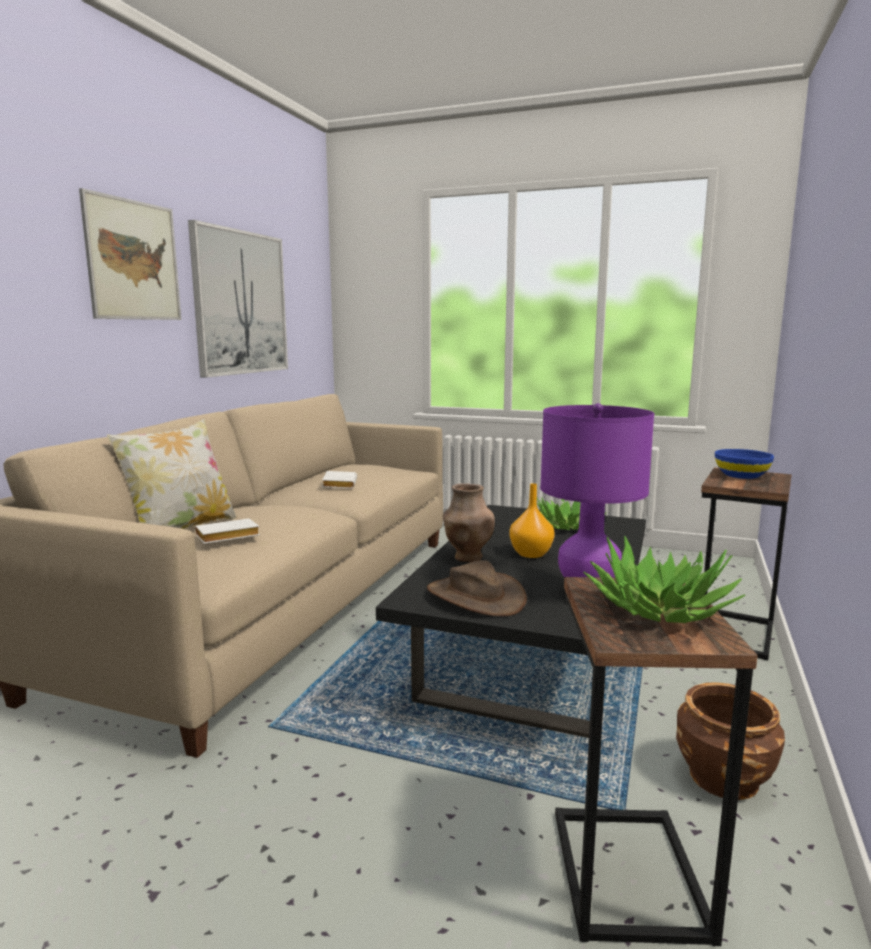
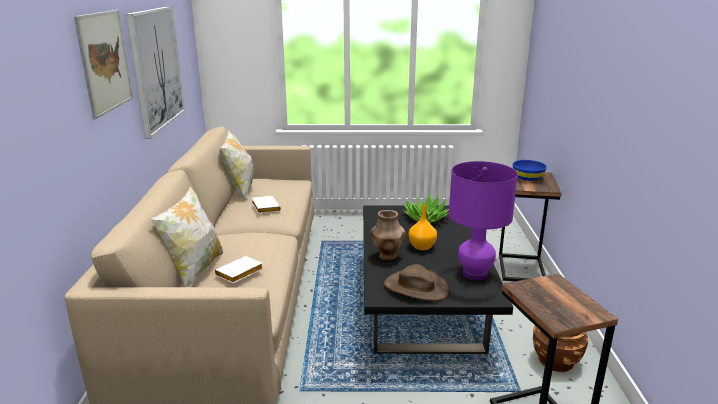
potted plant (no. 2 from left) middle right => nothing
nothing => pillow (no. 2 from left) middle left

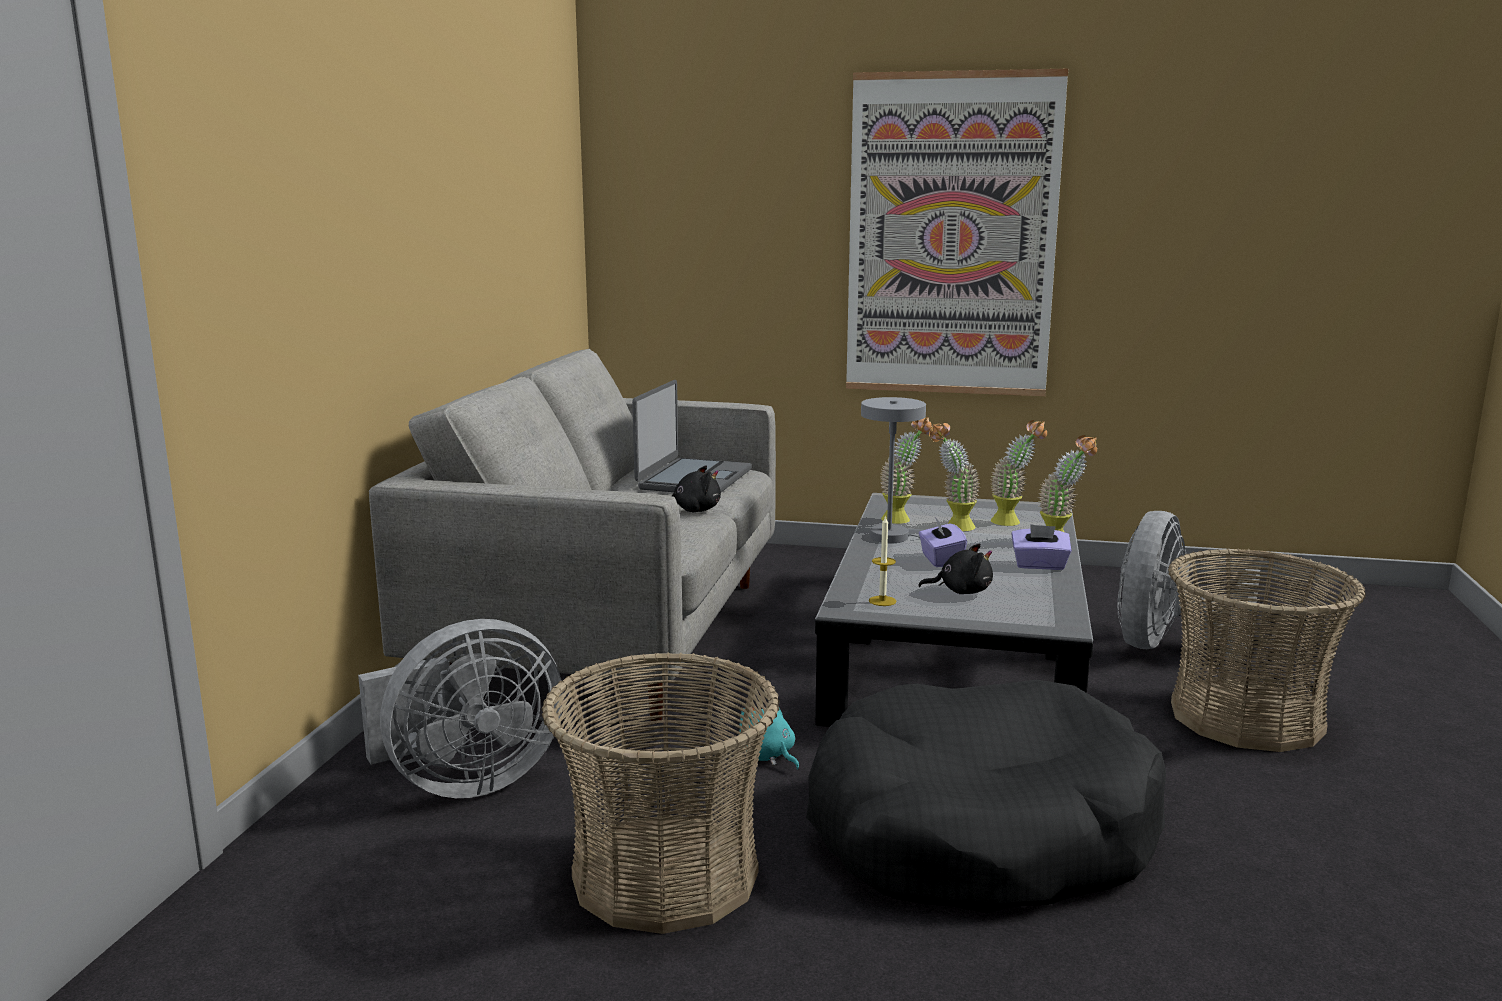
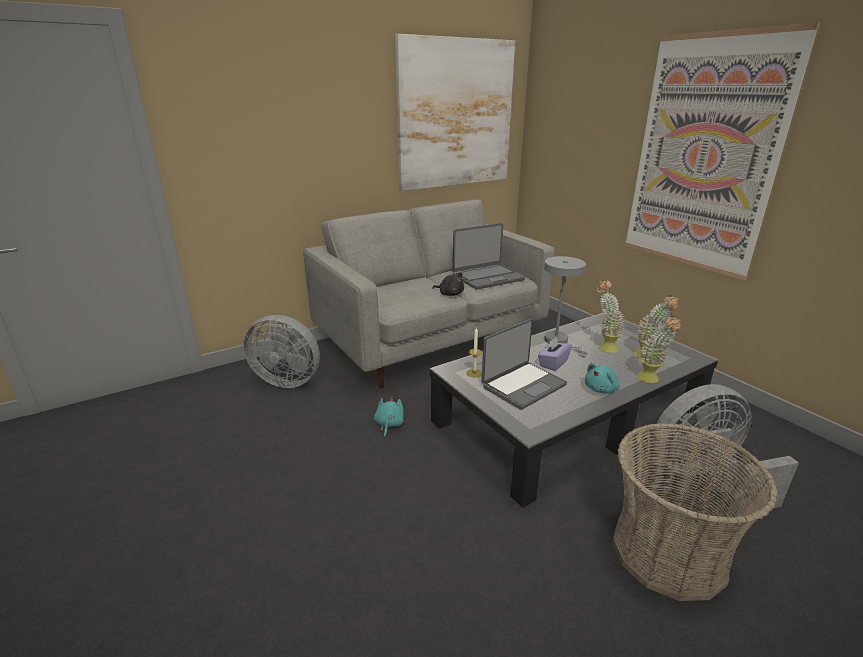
basket (no. 1 from left) bottom centre => nothing
dog bed in black bottom centre => nothing
potted plant (no. 1 from left) centre => nothing
plush toy in black (no. 2 from left) centre => laptop (no. 2 from left) centre
tissue box in purple (no. 2 from left) middle right => plush toy in turquoise (no. 2 from left) middle right
nothing => picture (no. 1 from left) top centre

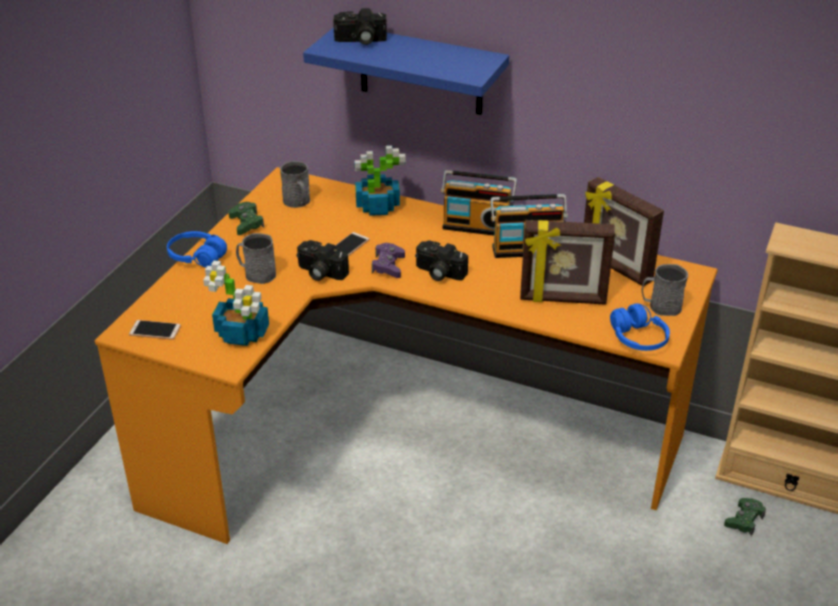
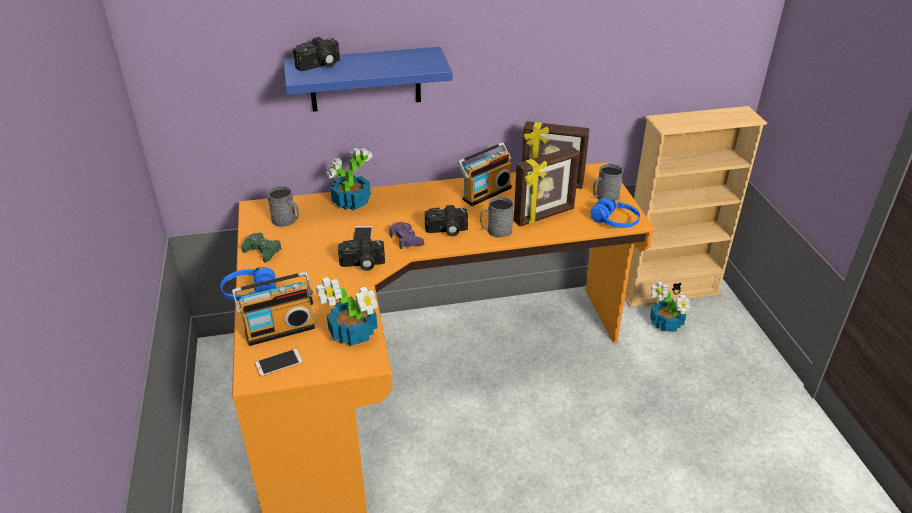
mug in grey (no. 1 from left in the first image) middle left => mug in grey (no. 2 from left) centre, relocated
radio (no. 1 from left) centre => radio (no. 1 from left) middle left, relocated
game controller in green (no. 2 from left) bottom right => potted plant (no. 3 from left) middle right

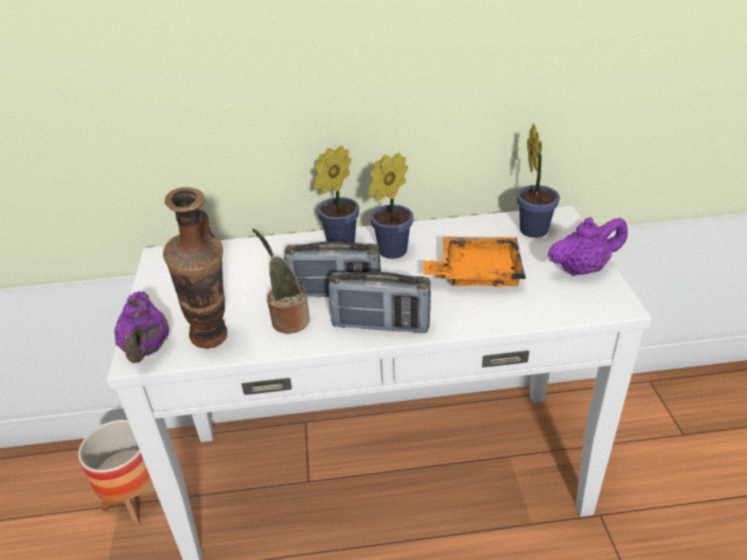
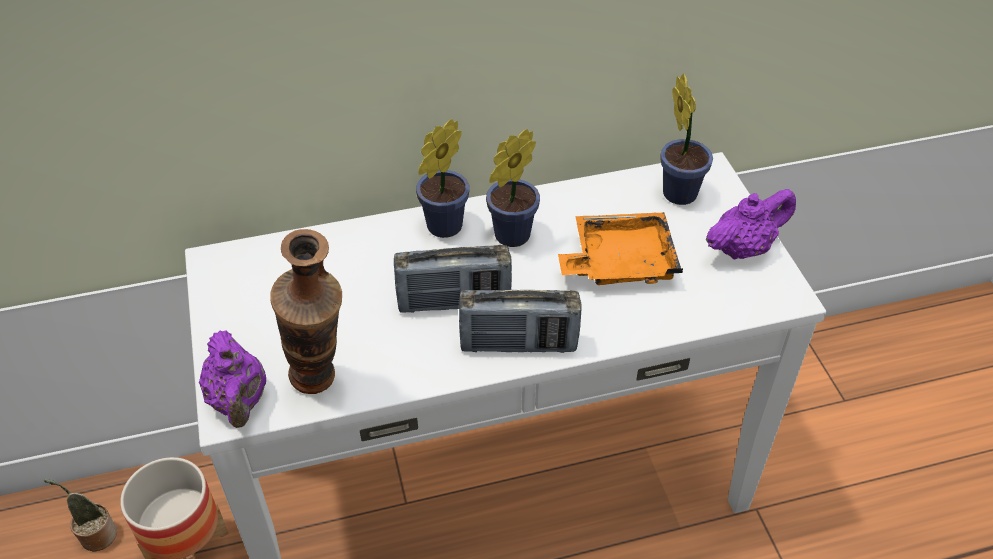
potted plant (no. 1 from left) centre => potted plant (no. 1 from left) bottom left, relocated

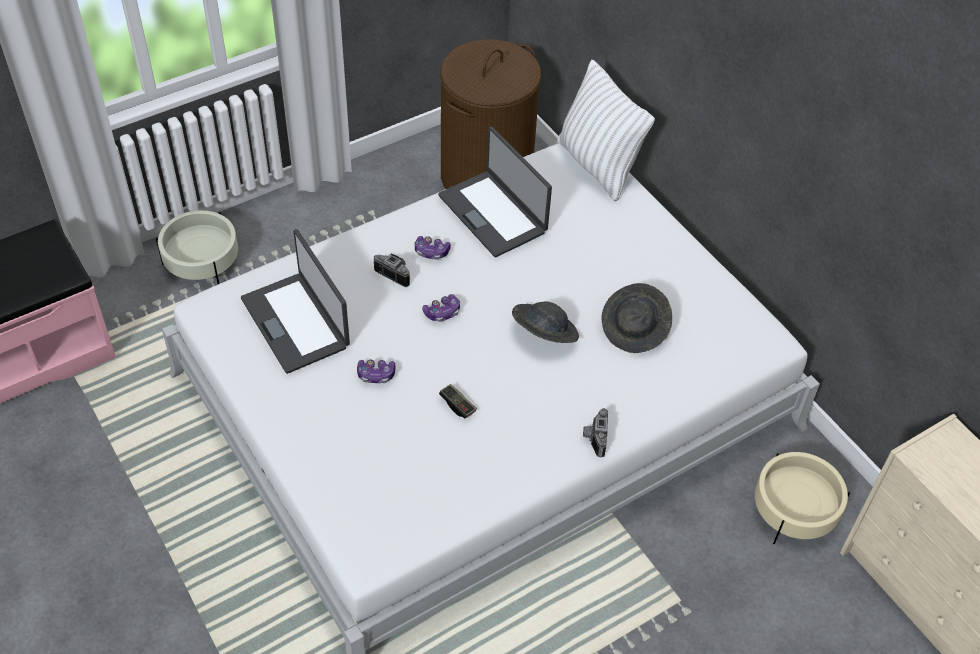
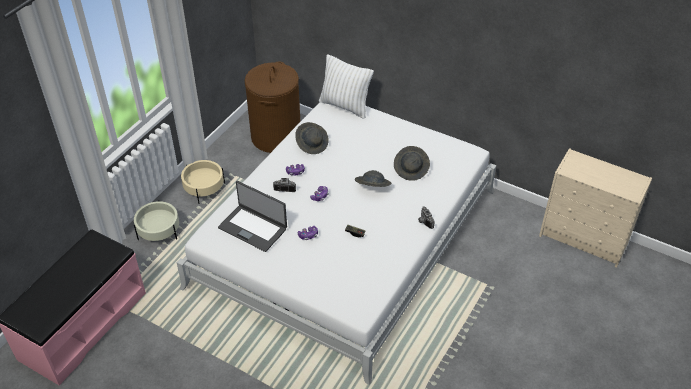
laptop (no. 2 from left) top centre => hat in grey (no. 1 from left) centre
planter in beige (no. 2 from left) bottom right => planter in beige (no. 2 from left) middle left, relocated

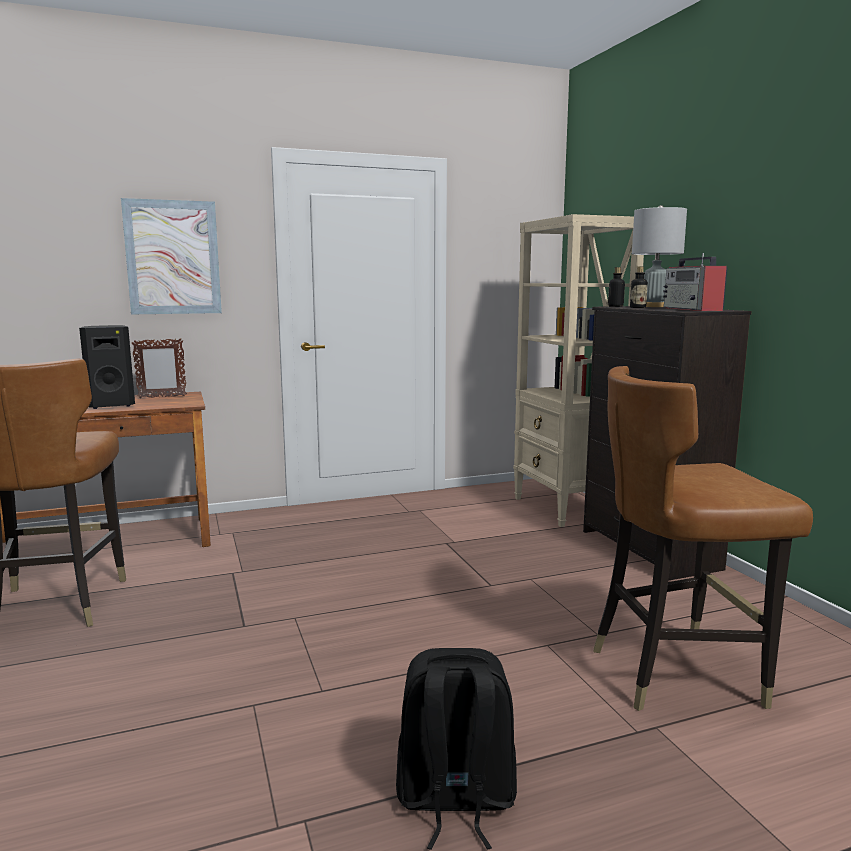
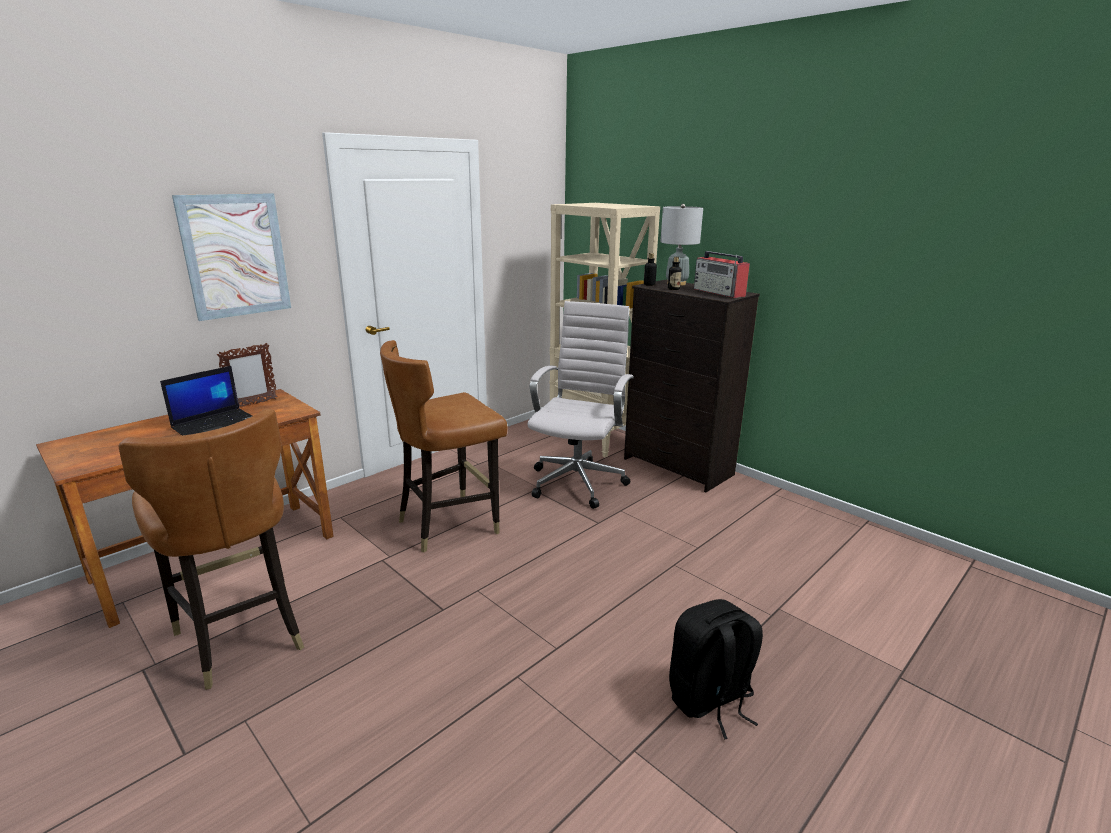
speaker in black middle left => laptop middle left
chair in brown (no. 2 from left) middle right => chair in brown (no. 2 from left) centre, relocated
nothing => office chair in white centre

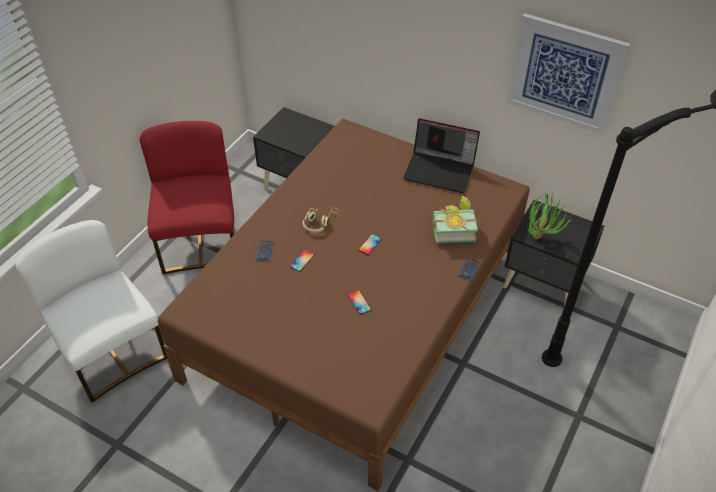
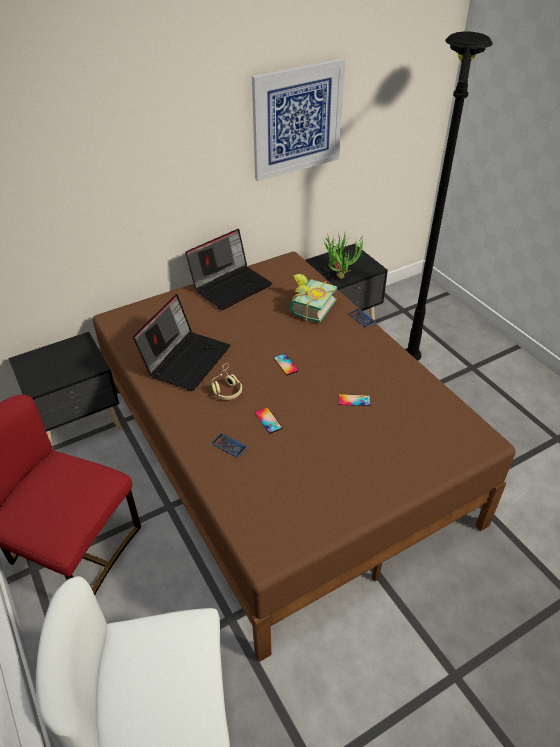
nothing => laptop (no. 1 from left) middle left

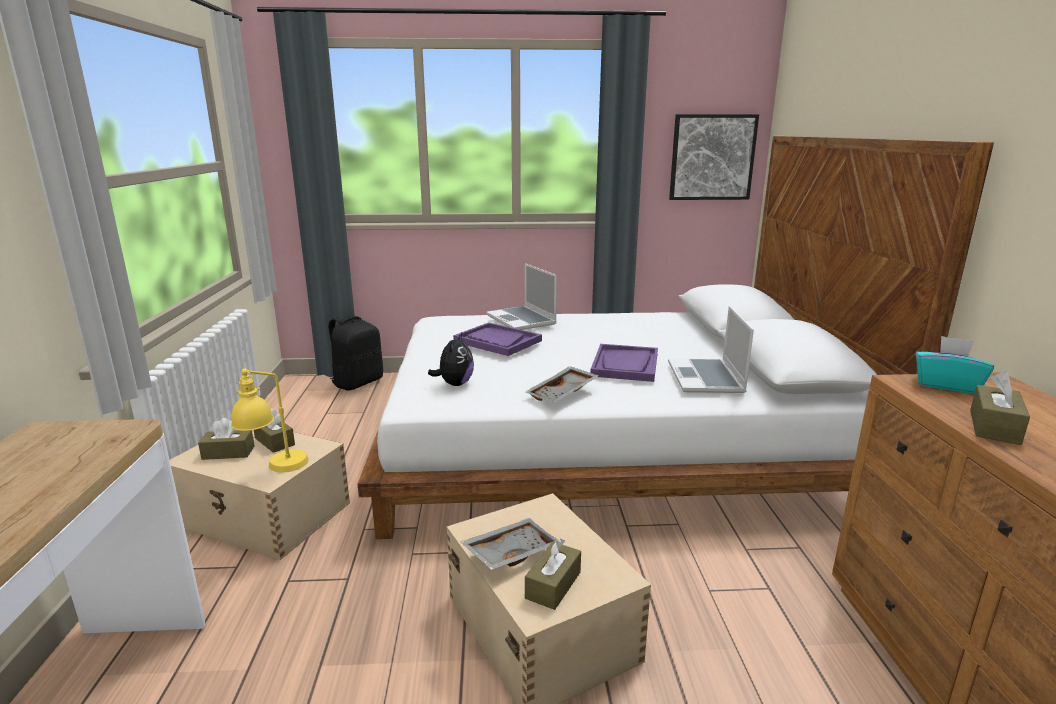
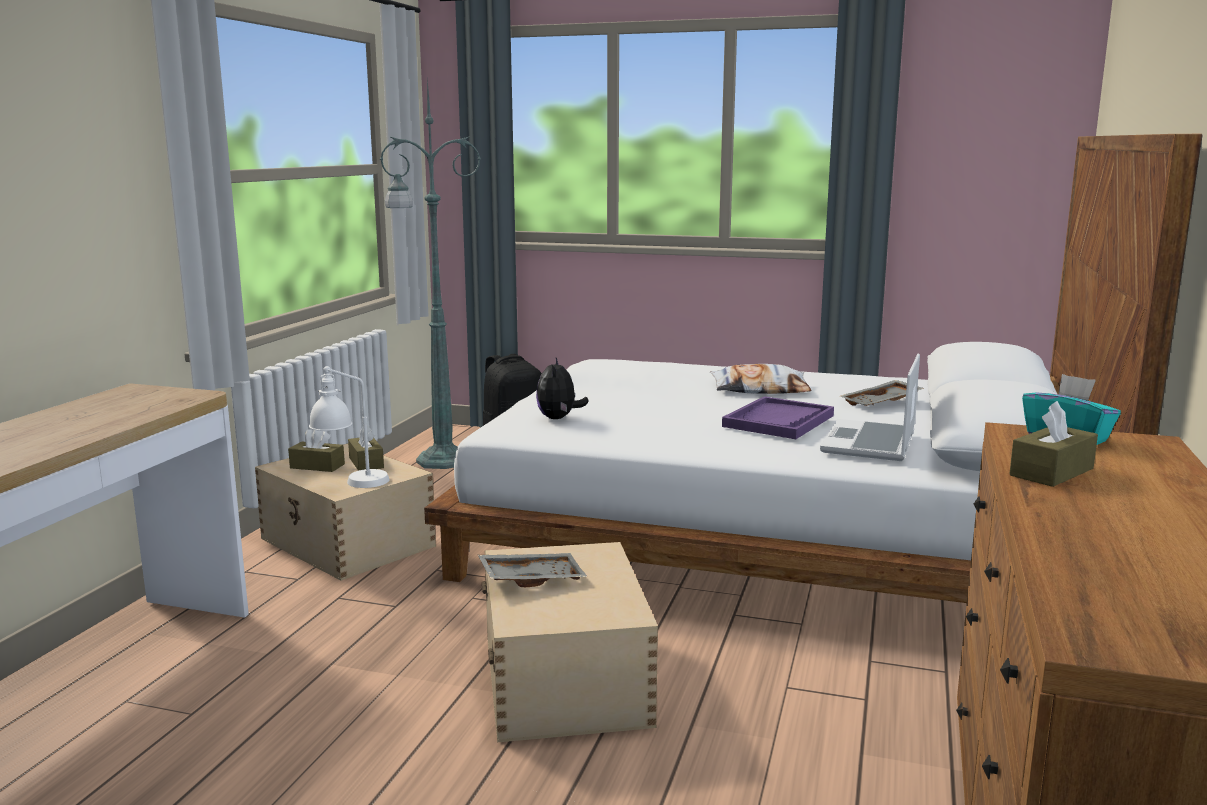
table lamp in yellow middle left => table lamp in white middle left
plush toy centre, 150 degrees clockwise
tray in purple (no. 1 from left) centre => nothing
laptop (no. 1 from left) centre => nothing
tray in grey (no. 2 from left) centre => tray in grey (no. 2 from left) middle right, relocated
tissue box in brown (no. 3 from left) bottom centre => nothing
picture top right => nothing
nothing => floor lamp in green centre
nothing => pillow centre

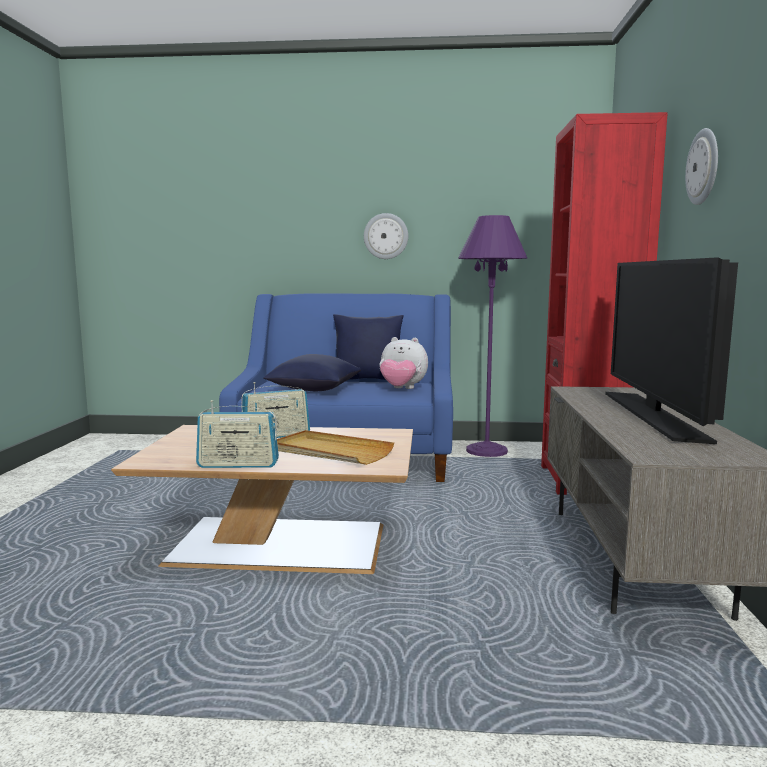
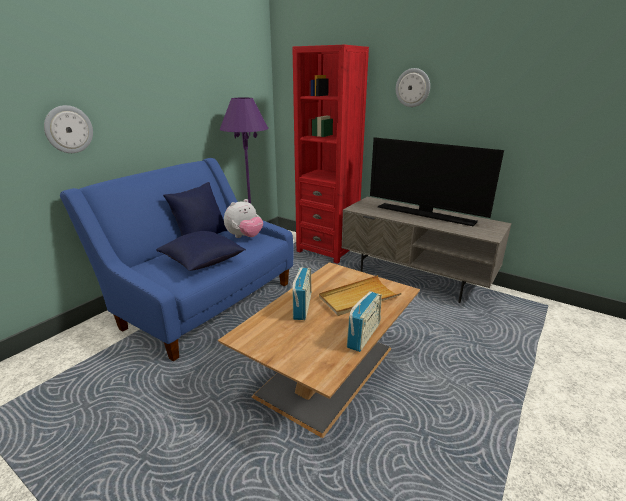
wall clock (no. 1 from left) top centre => wall clock (no. 1 from left) top left, relocated

